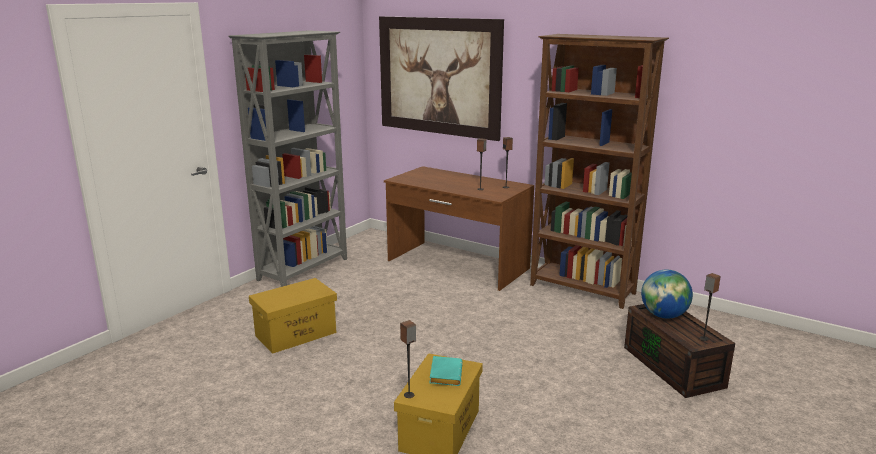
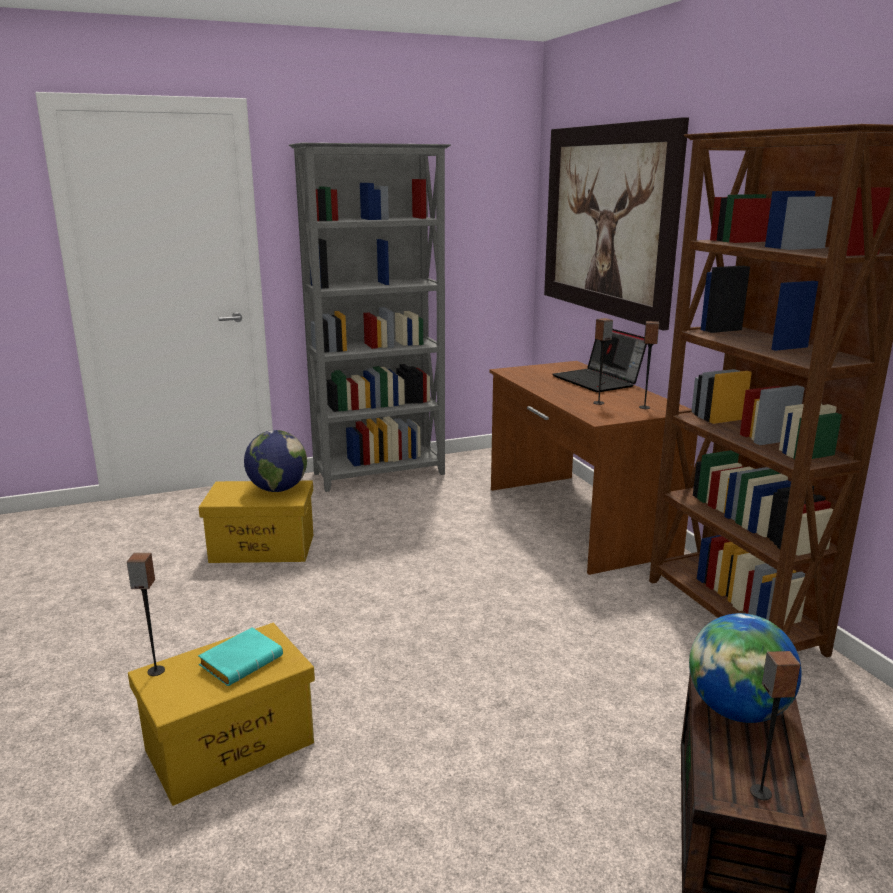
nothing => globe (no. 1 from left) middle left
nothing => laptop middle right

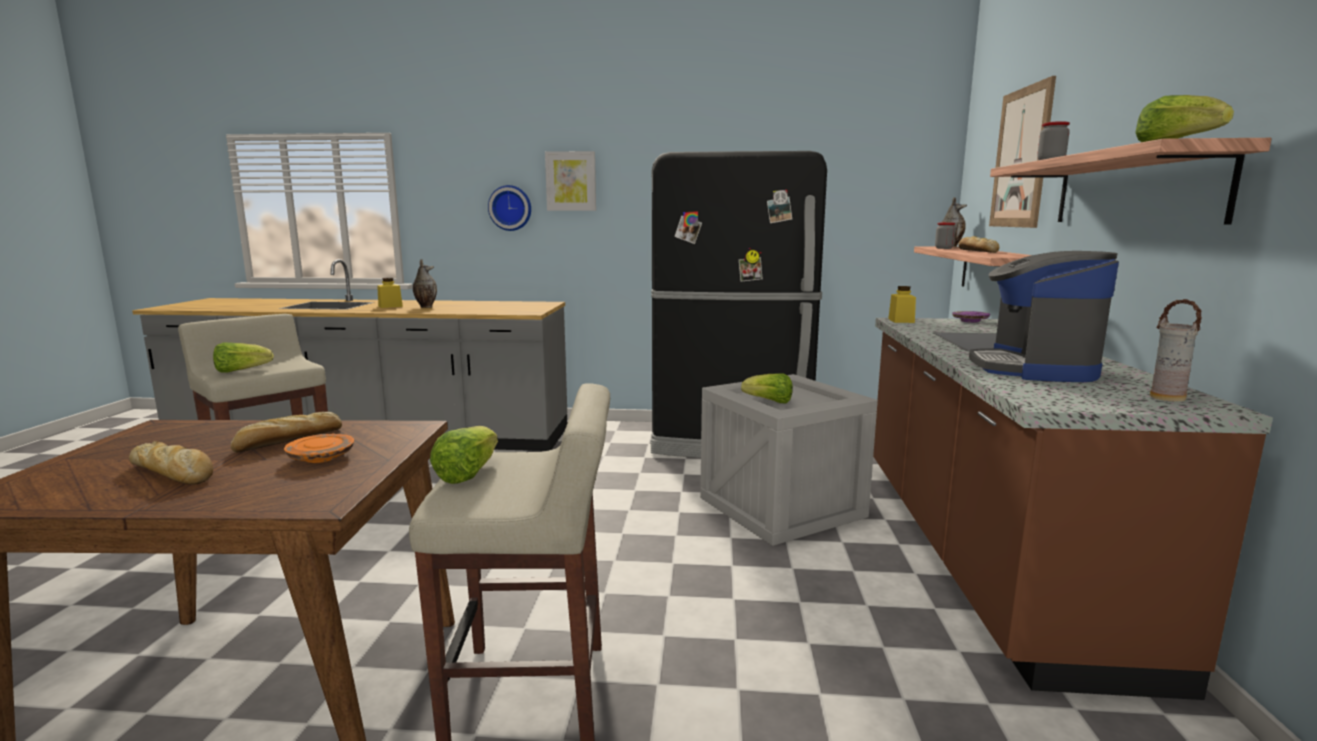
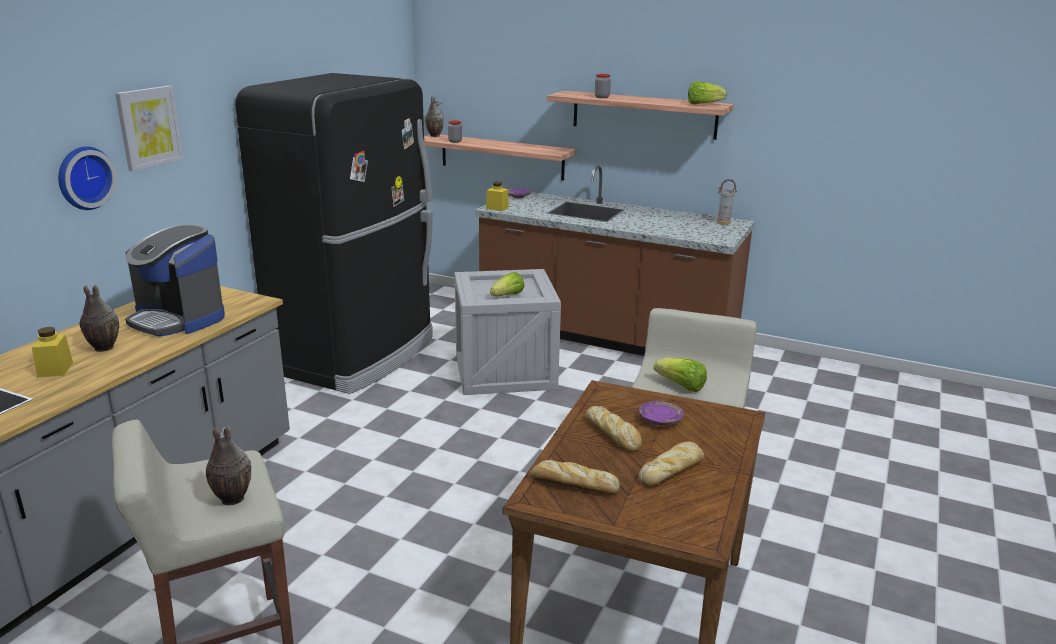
lettuce (no. 1 from left) middle left => vase (no. 2 from left) bottom left
plate in orange middle left => plate in purple (no. 2 from left) centre
bread (no. 3 from left in the first image) top right => bread (no. 1 from left) bottom centre, relocated
coffee machine middle right => coffee machine middle left, relocated
picture (no. 2 from left) top right => nothing

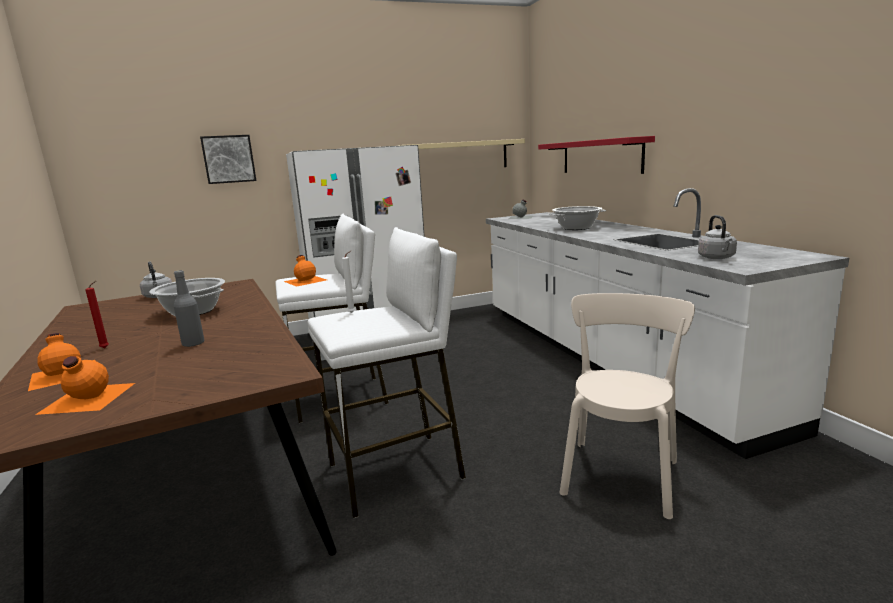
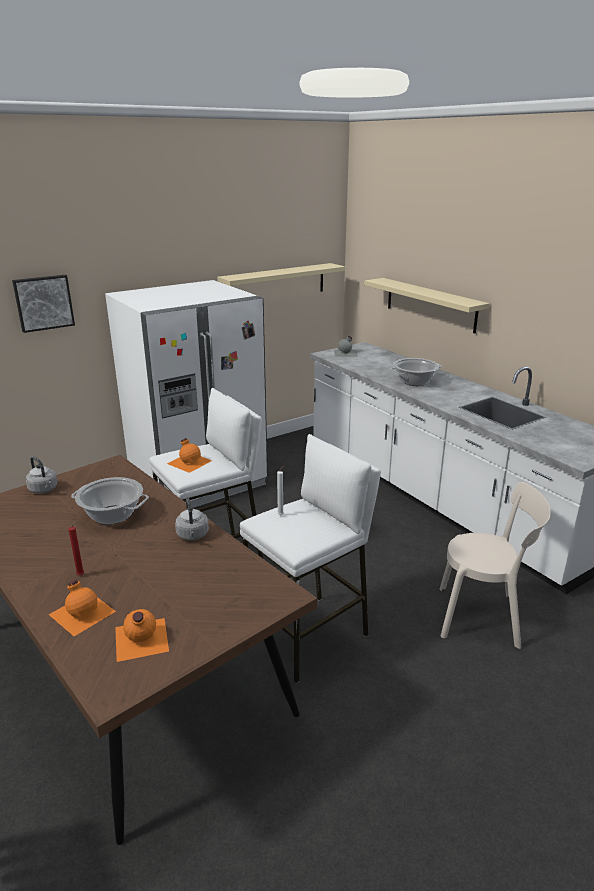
bottle in grey (no. 1 from left) middle left => nothing
shelf in red top right => shelf in beige (no. 2 from left) middle right
chair in beige bottom right => chair in beige middle right, 90 degrees clockwise
kettle in grey (no. 2 from left) middle right => kettle in grey (no. 2 from left) middle left, relocated

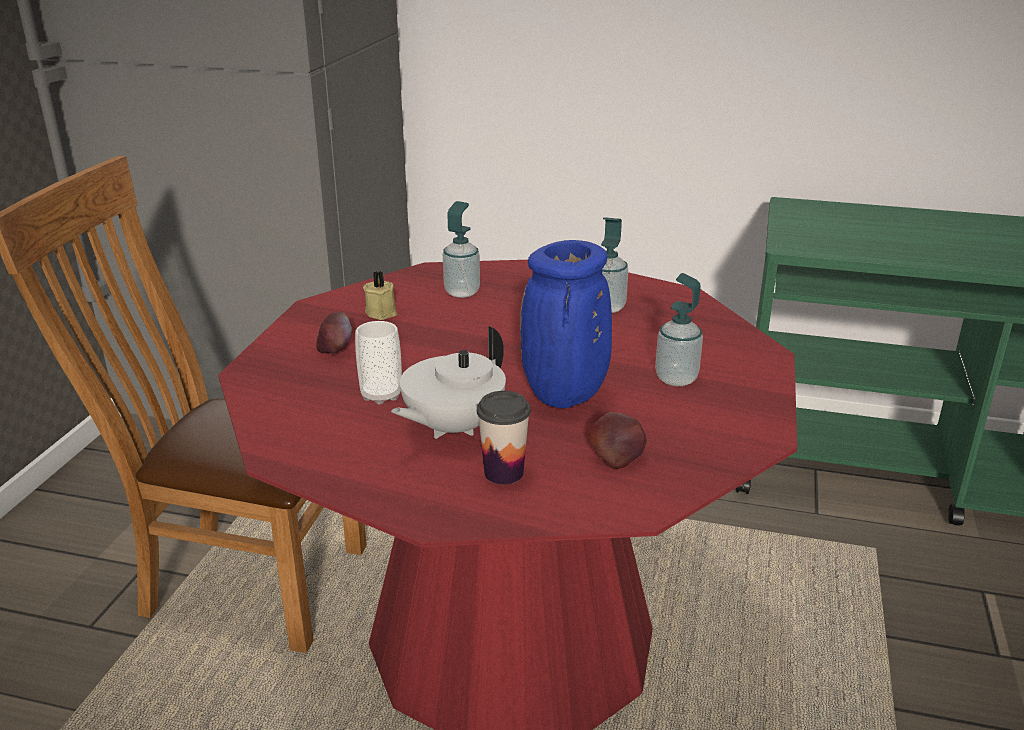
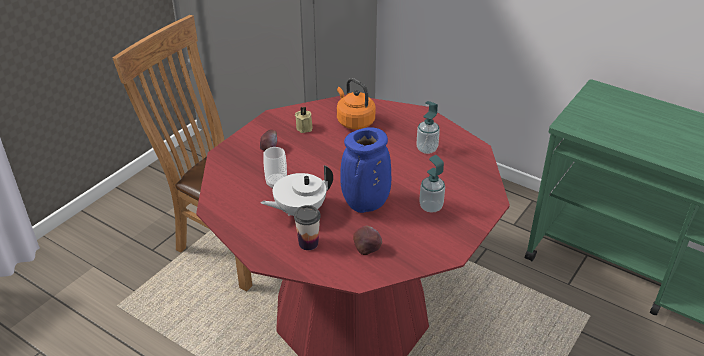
soap dispenser (no. 1 from left) centre => kettle in orange top centre

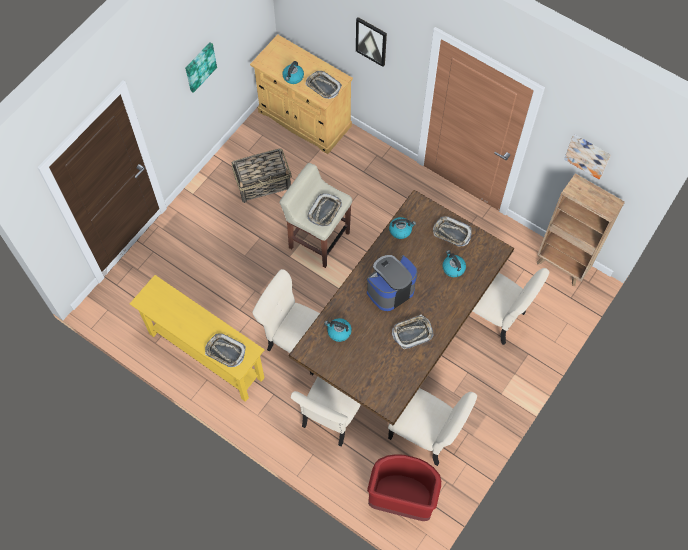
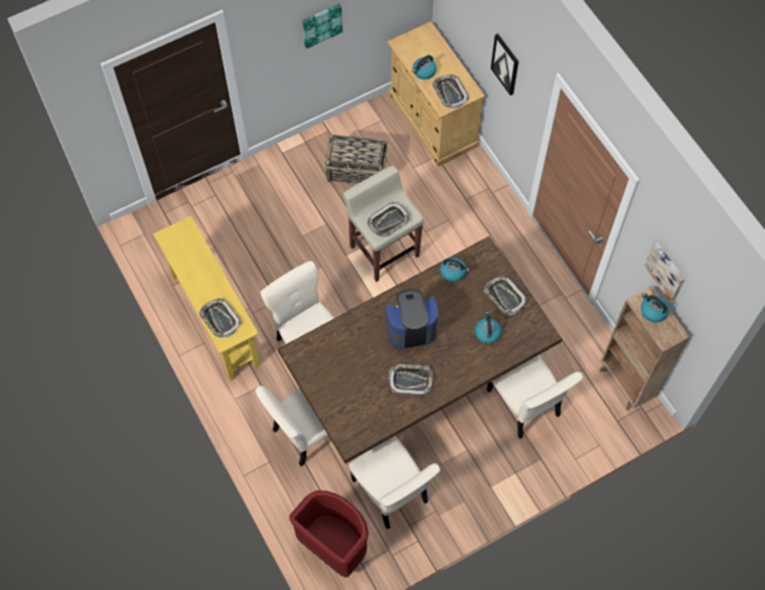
kettle (no. 2 from left in the first image) centre => kettle (no. 4 from left) middle right, relocated

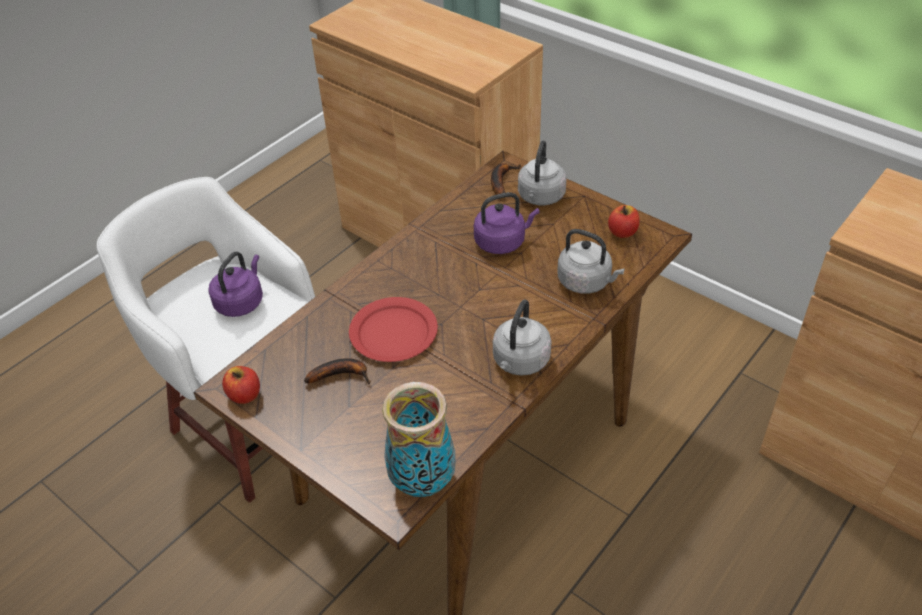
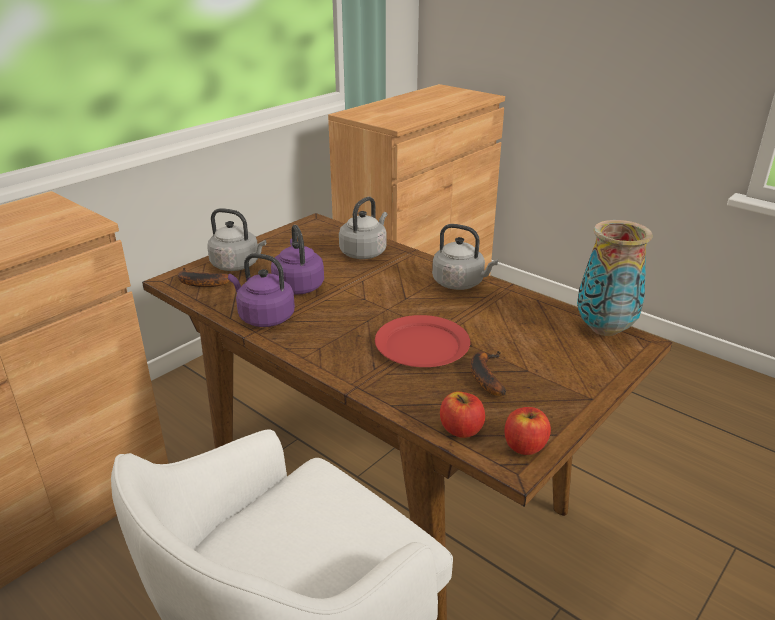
kettle in purple (no. 1 from left) middle left => kettle in purple (no. 1 from left) centre, relocated
apple (no. 2 from left in the first image) middle right => apple (no. 1 from left) bottom centre, relocated

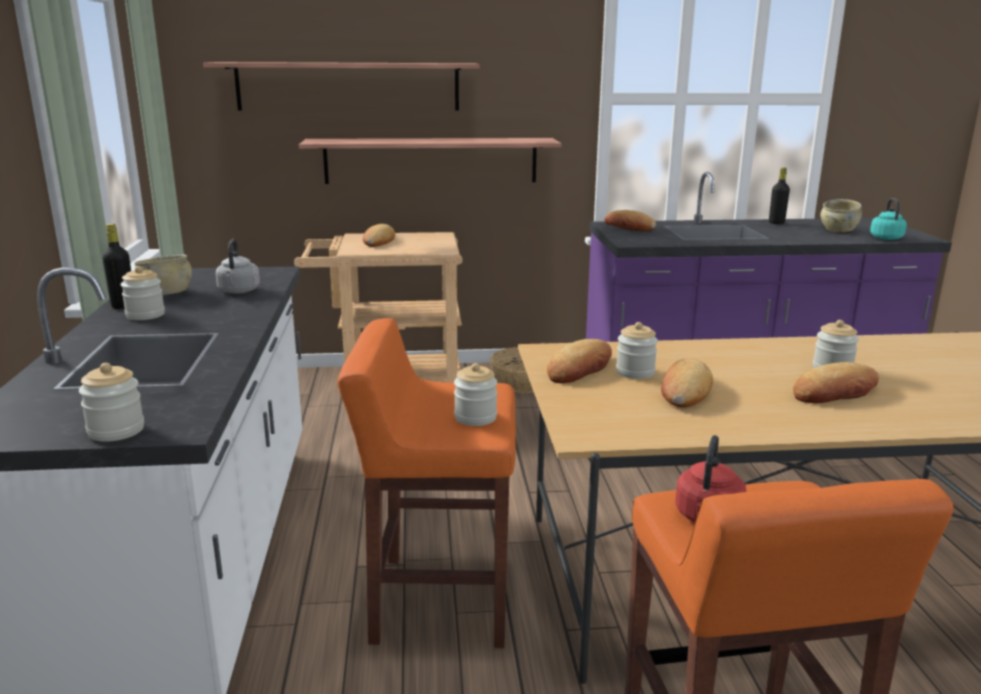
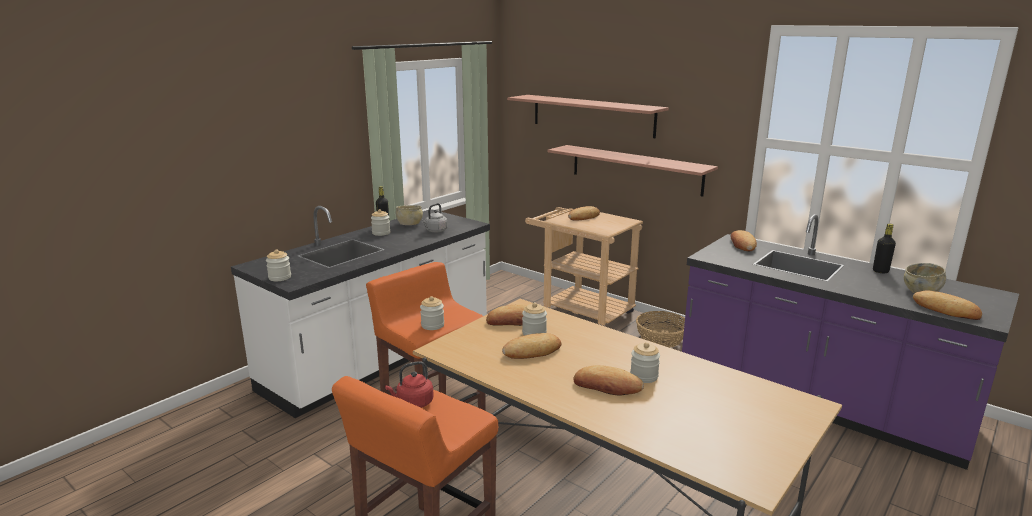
kettle in turquoise top right => bread (no. 6 from left) middle right

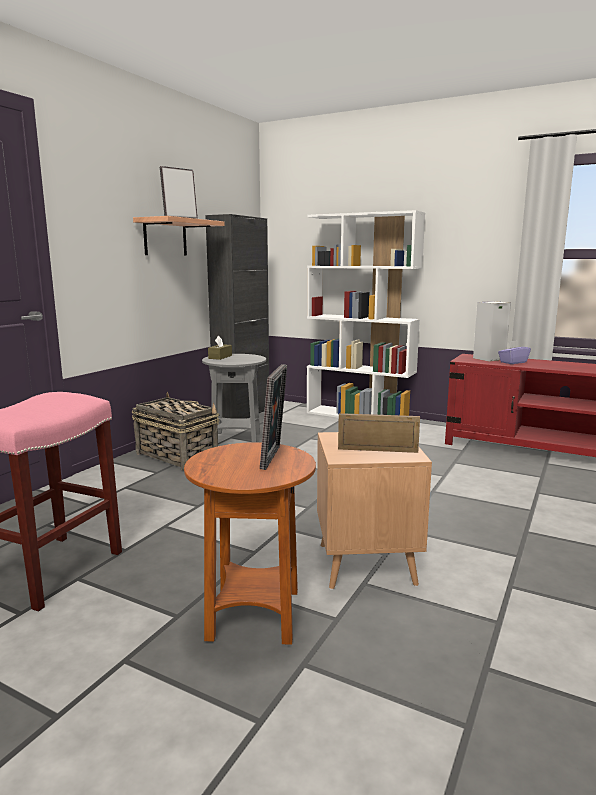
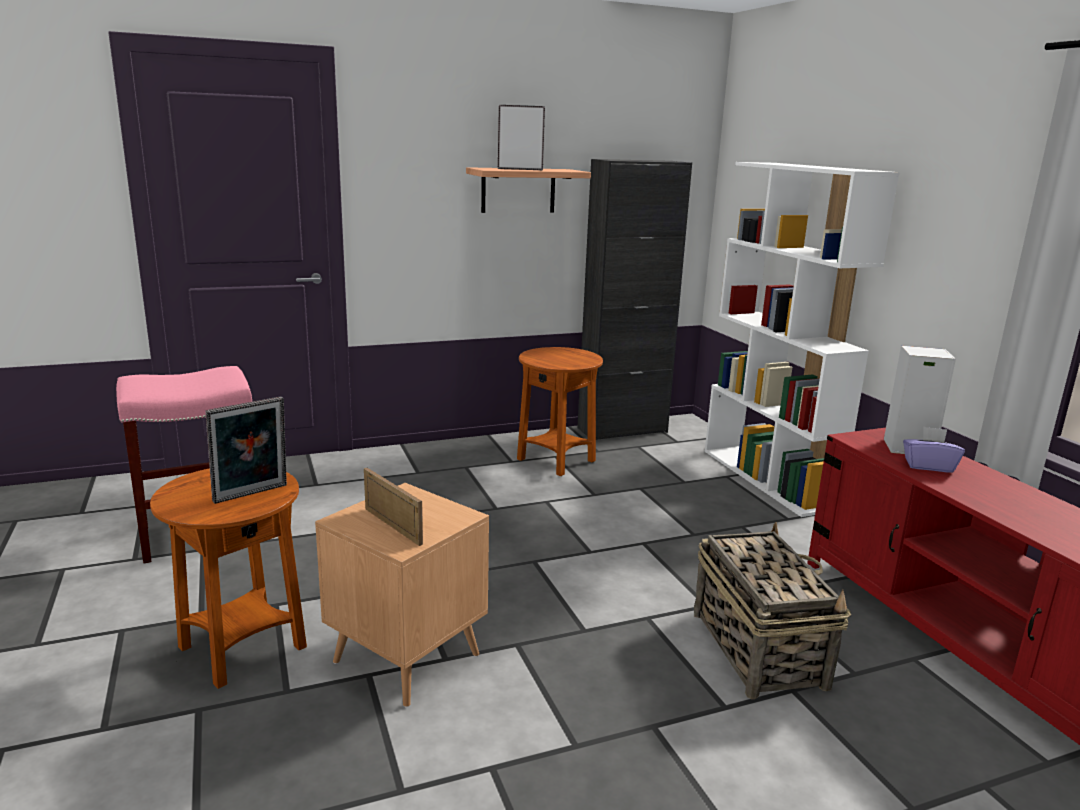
basket middle left => basket bottom right, relocated
side table in grey centre => side table in brown (no. 3 from left) centre
tissue box in brown centre => nothing

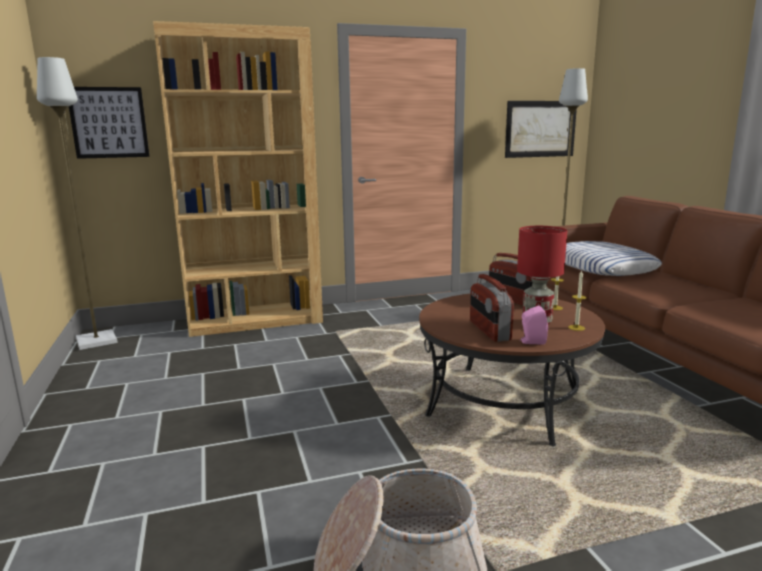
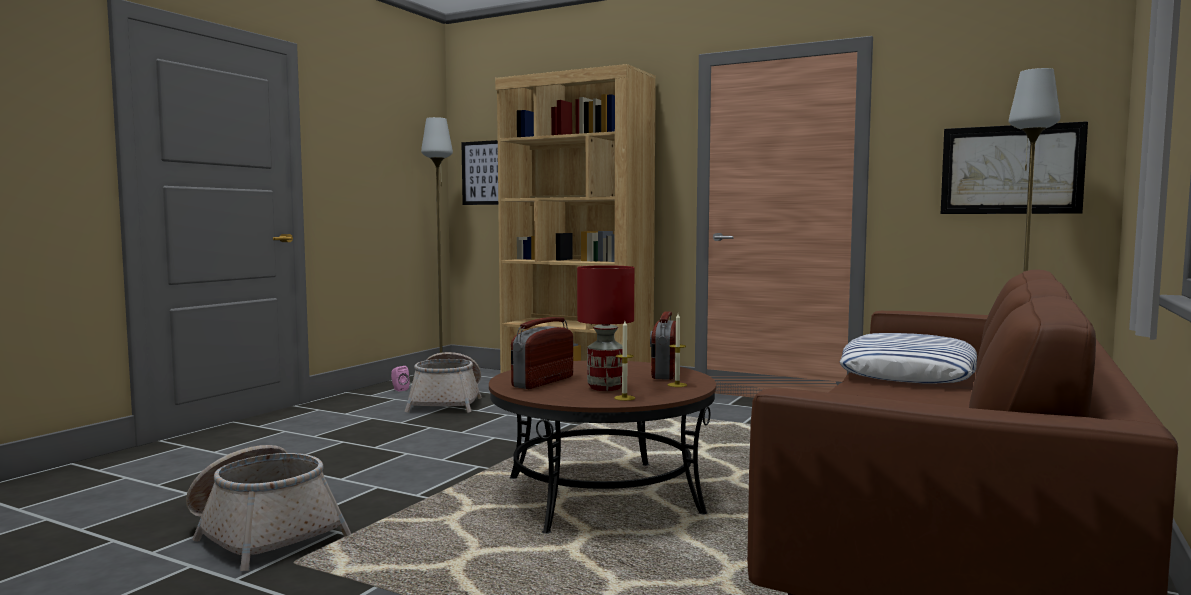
speaker in pink middle right => speaker in pink centre, relocated
nothing => basket (no. 2 from left) centre

